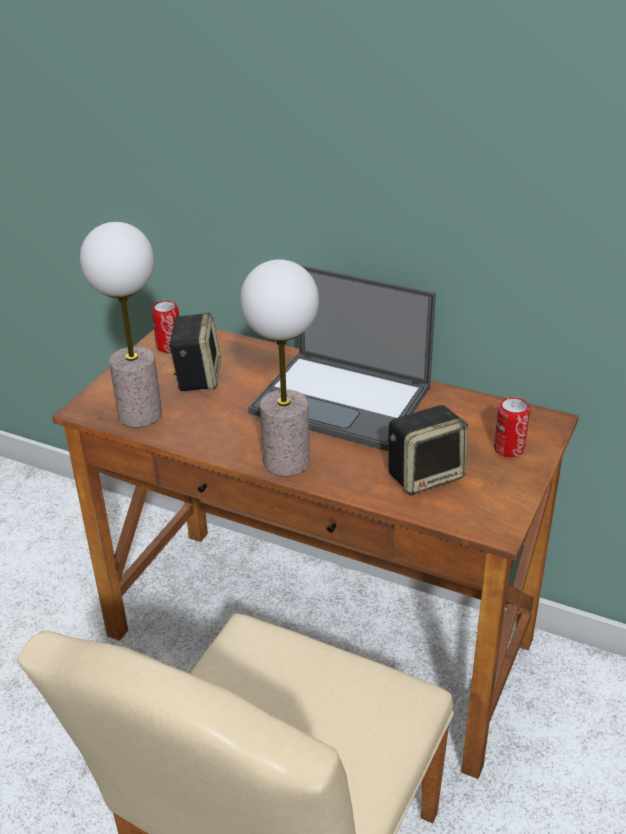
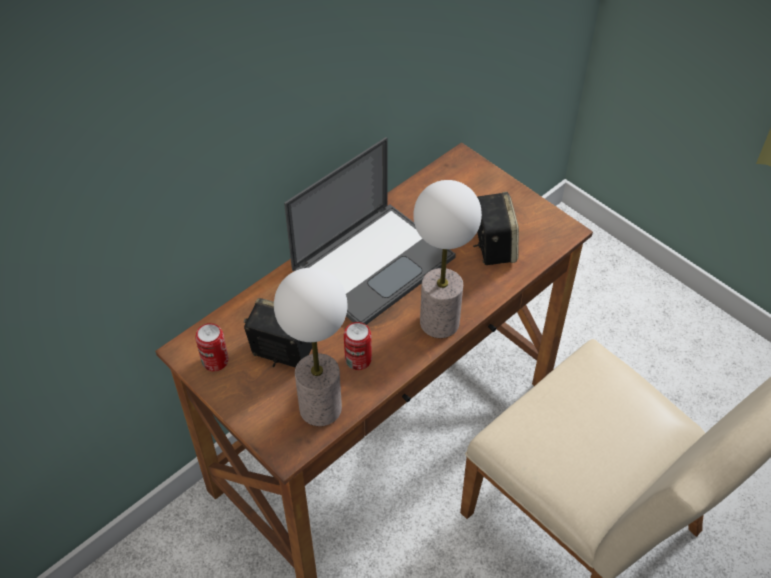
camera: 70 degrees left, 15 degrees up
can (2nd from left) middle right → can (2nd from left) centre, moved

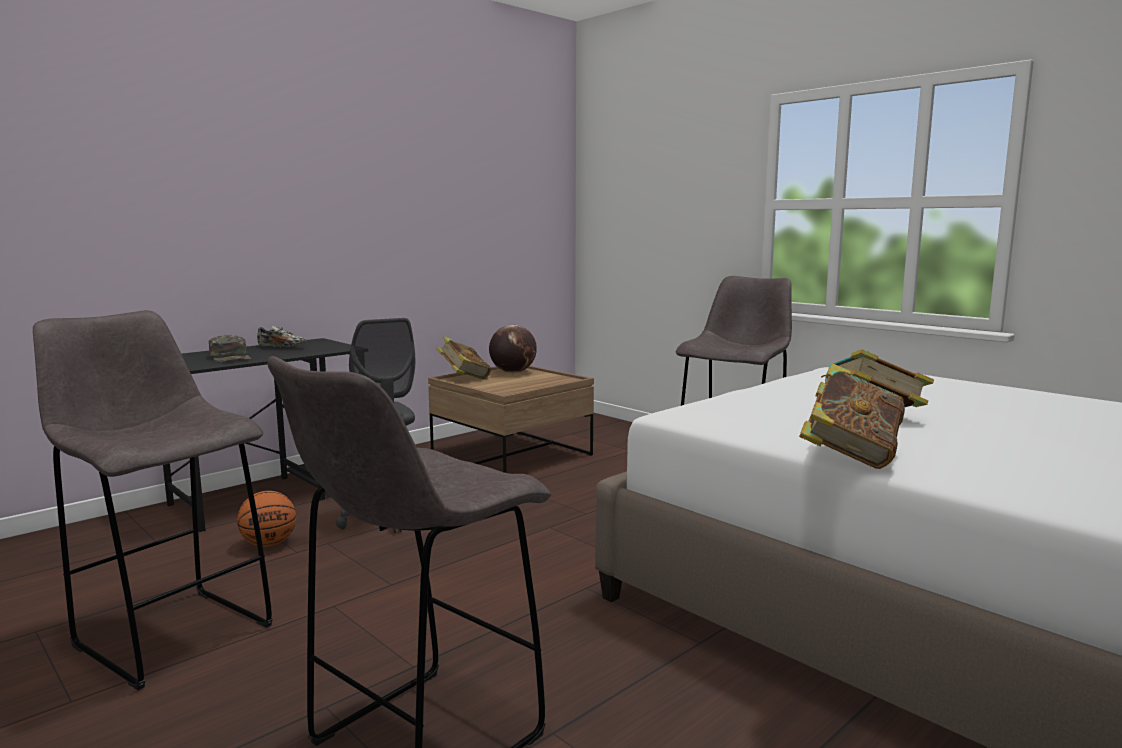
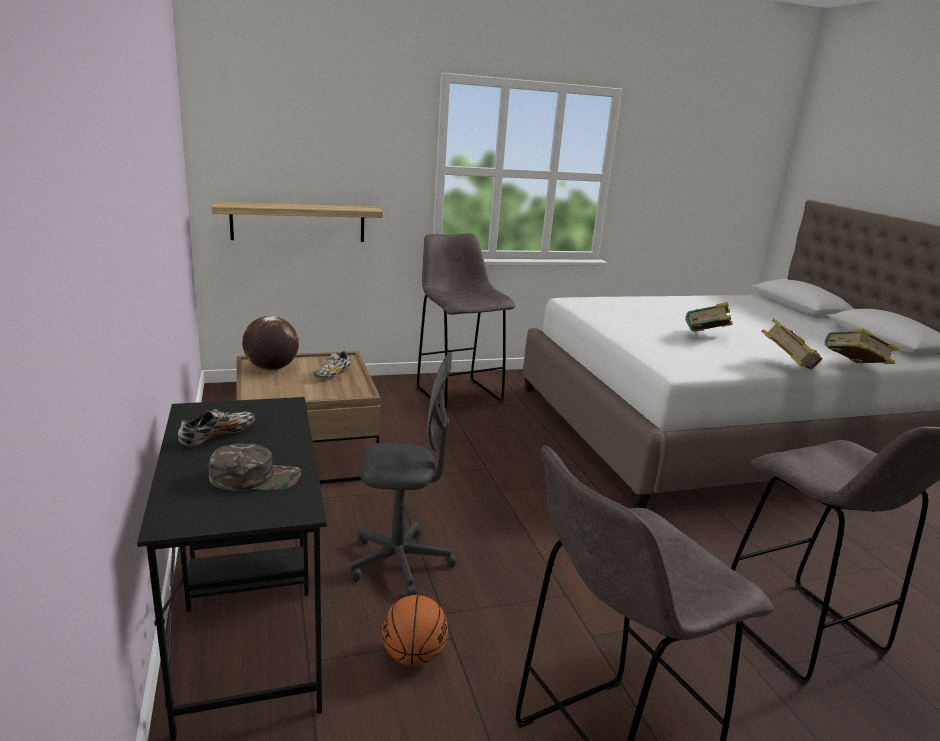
camera: 65 degrees left, 10 degrees up
book (1st from left in the first image) centre → book (3rd from left) middle right, moved
- → shelf top left
- → shoe (2nd from left) centre

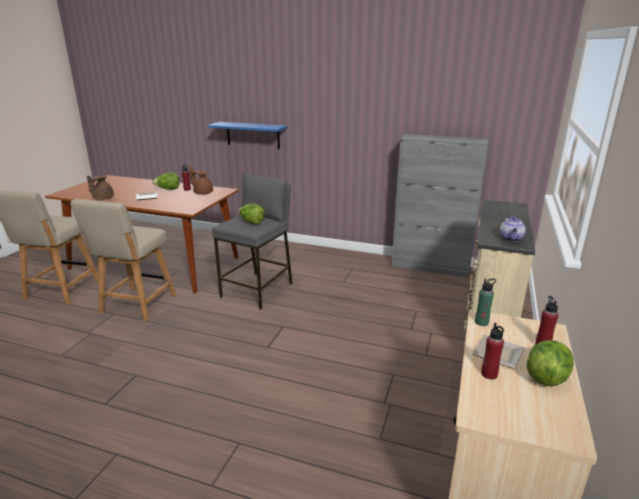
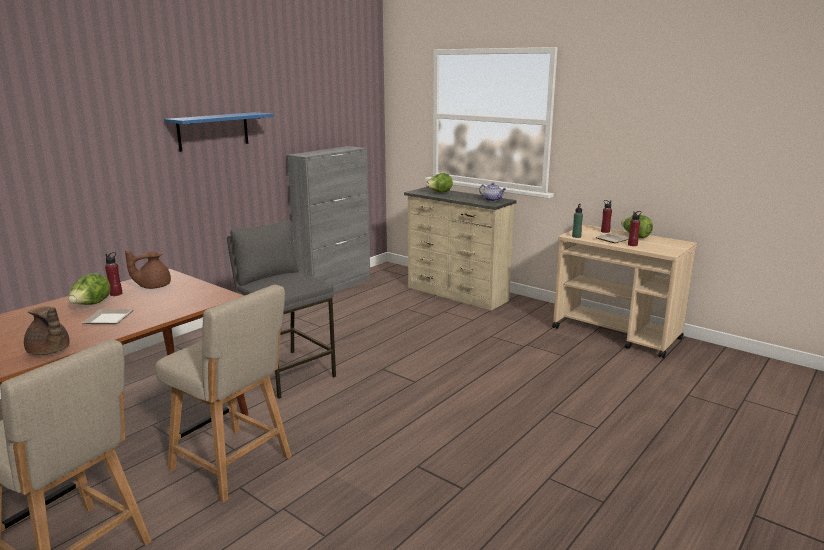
camera: 70 degrees left, 5 degrees down
shelf (blue) top centre → shelf (blue) top left, moved
lettuce (2nd from left) centre → lettuce (2nd from left) top centre, moved

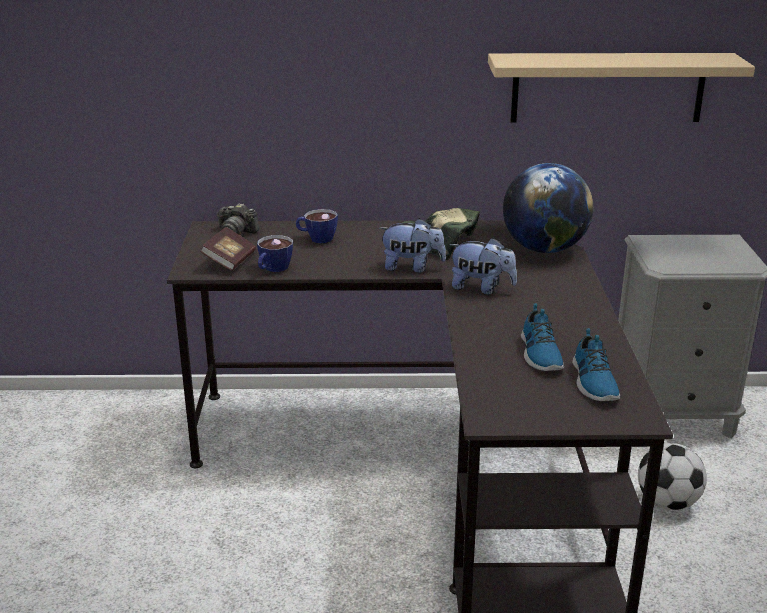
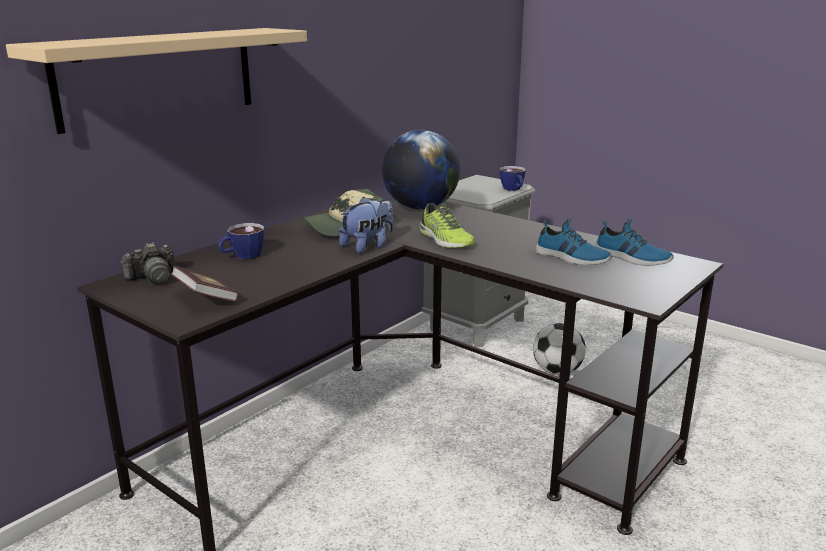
camera: 50 degrees left, 5 degrees down
shelf (beige) top right → shelf (beige) top left, moved
cup (1st from left in the first image) centre → cup (2nd from left) top centre, moved
plush toy (2nd from left) centre → shoe (1st from left) centre

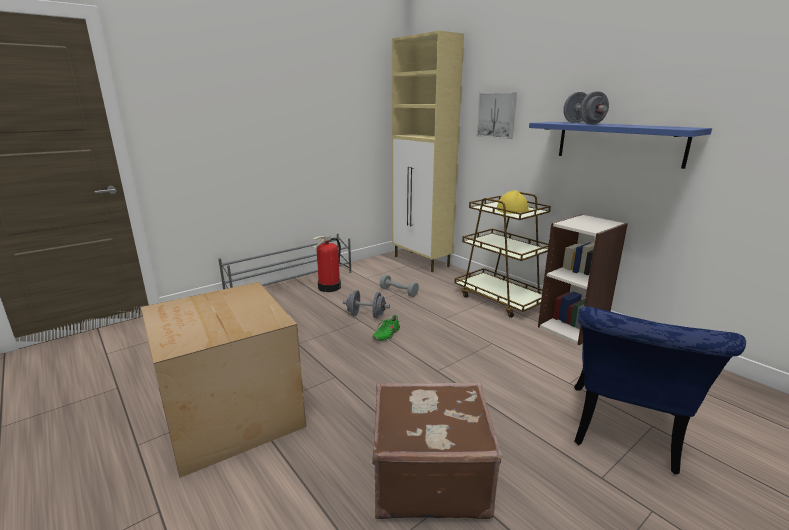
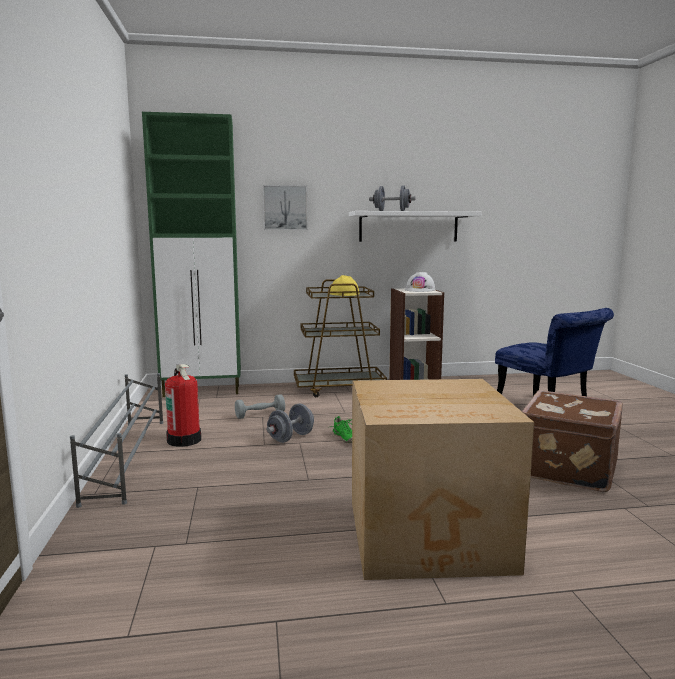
camera: 60 degrees left, 10 degrees down
cabinet (beige) top centre → cabinet (green) middle left
shelf (blue) top right → shelf (white) top centre
- → hard hat (white) centre

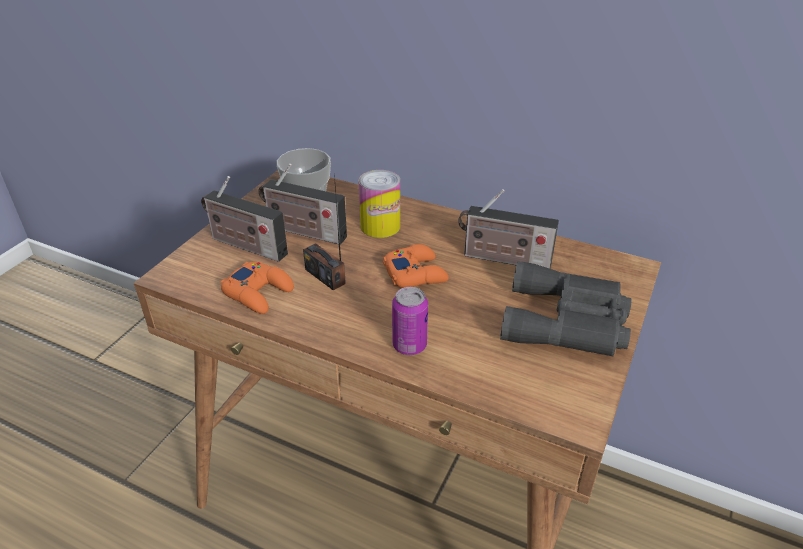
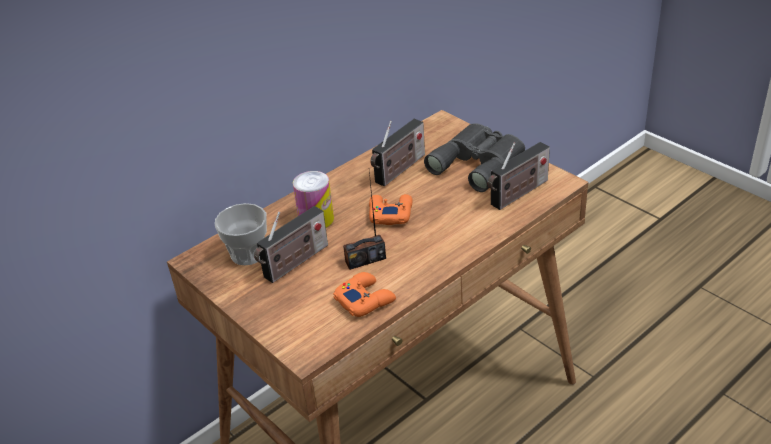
camera: 65 degrees left, 0 degrees up
radio (1st from left in the first image) middle left → radio (4th from left) middle right, moved
can (2nd from left) centre → -

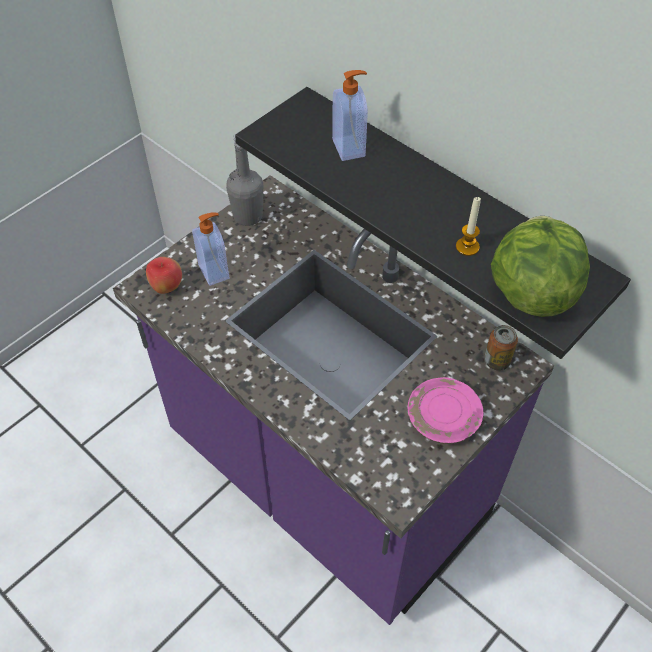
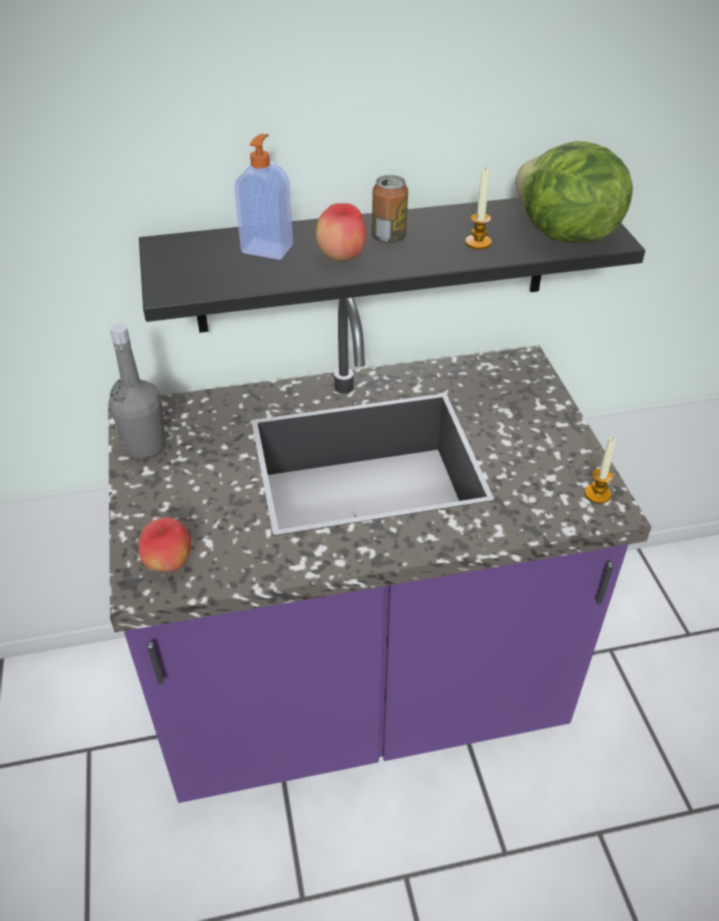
camera: 55 degrees left, 10 degrees down
soap dispenser (1st from left) middle left → -
can middle right → can top centre, moved
plate (pink) middle right → -
- → apple (2nd from left) top centre
- → candle (2nd from left) middle right

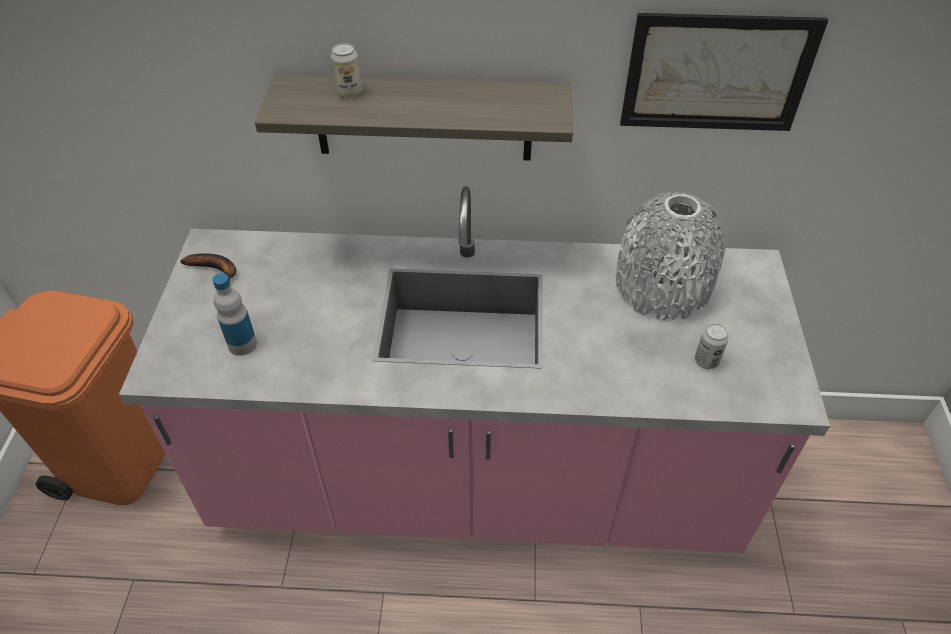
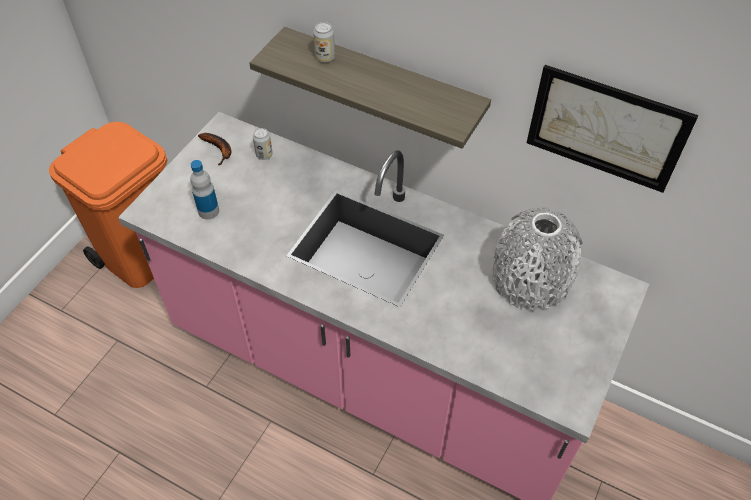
camera: 25 degrees right, 5 degrees up
can (2nd from left in the first image) middle right → can (1st from left) top centre, moved

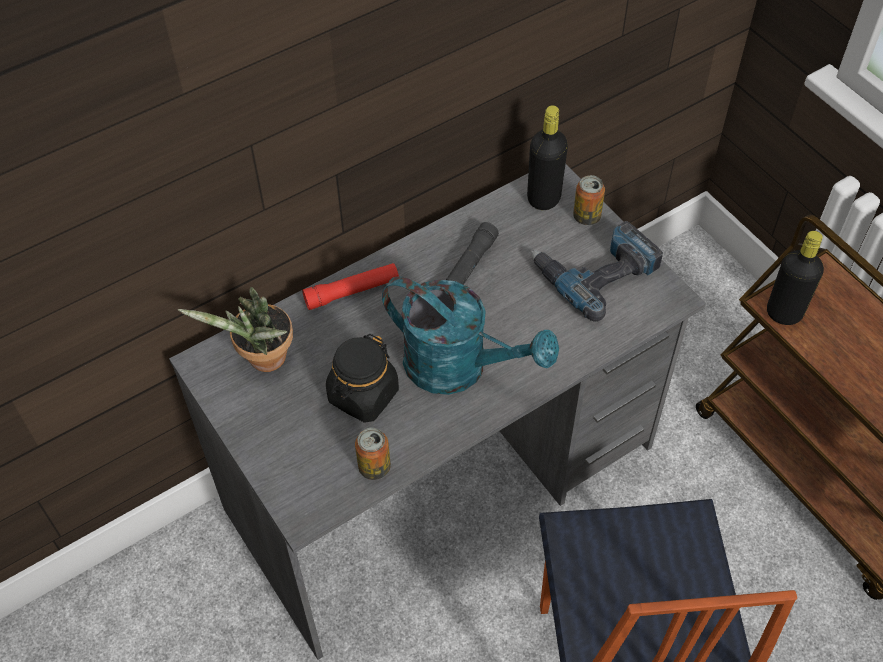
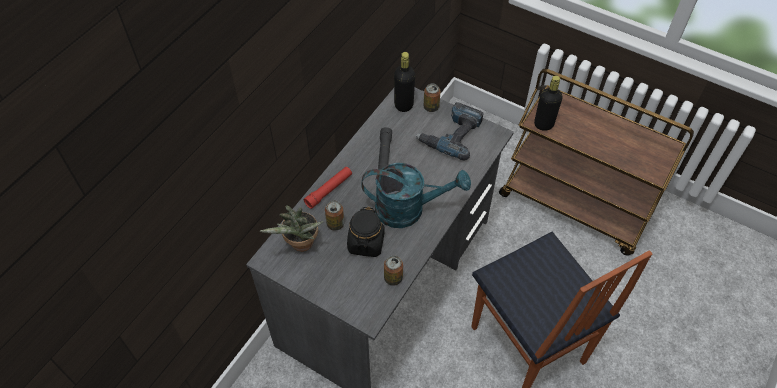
camera: 25 degrees left, 0 degrees up
- → can (1st from left) centre

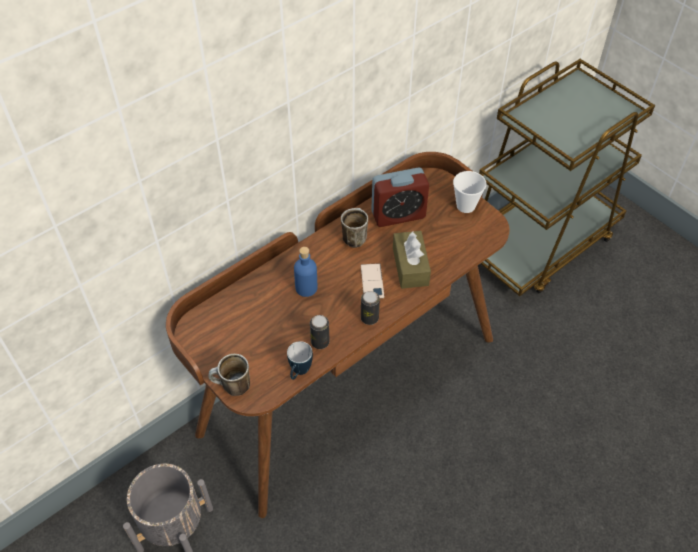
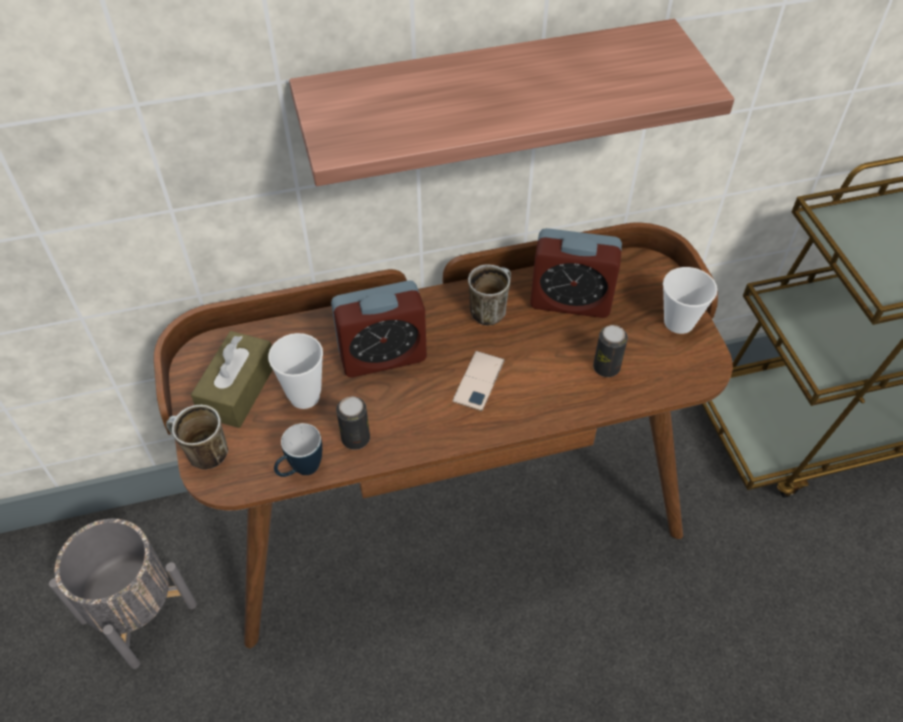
camera: 25 degrees right, 0 degrees up
tissue box (brown) centre → tissue box (brown) middle left, moved
bottle (blue) centre → alarm clock (1st from left) centre
can (2nd from left) centre → can (2nd from left) middle right, moved
- → shelf top centre
- → cup (1st from left) middle left

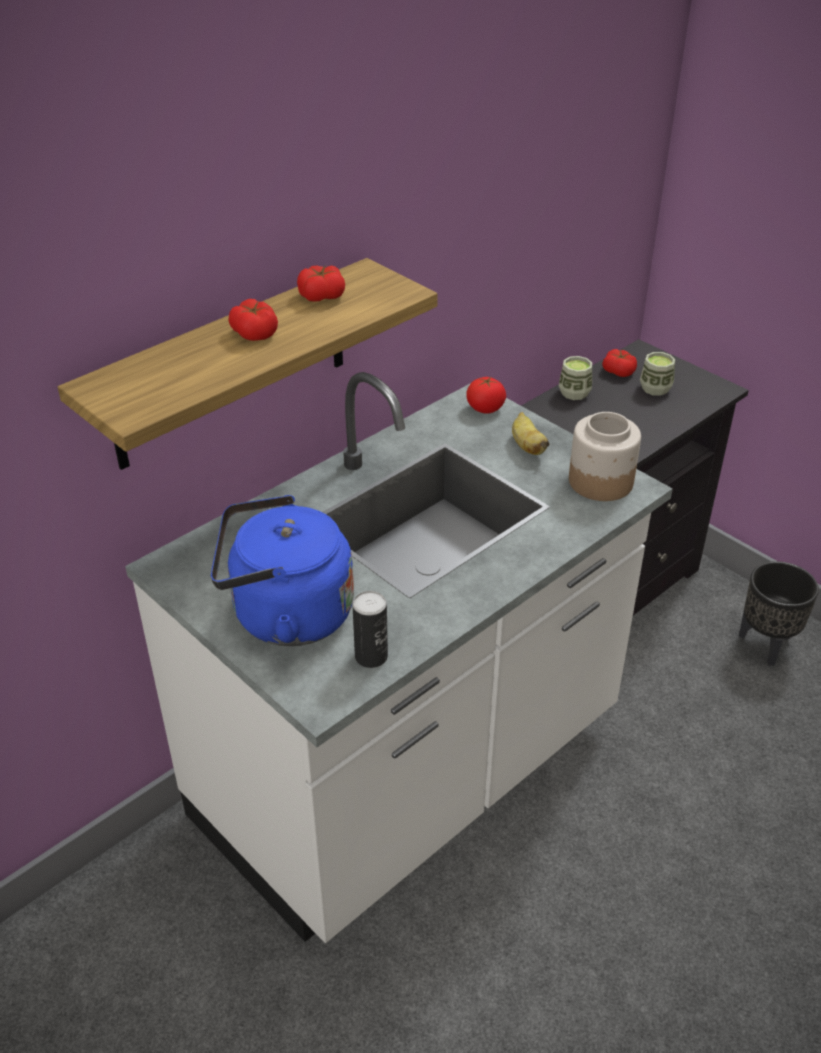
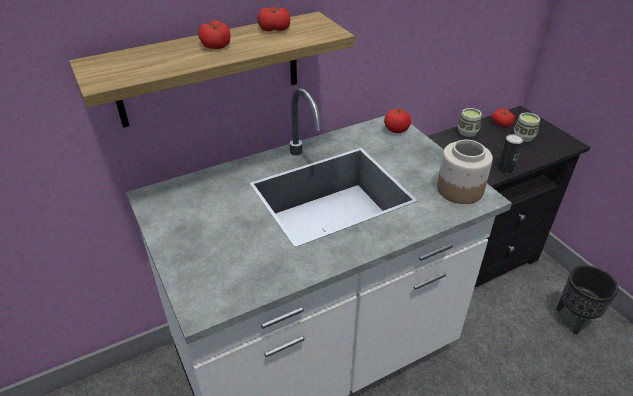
camera: 15 degrees right, 0 degrees up
banana centre → -
kettle (blue) centre → -
can centre → can middle right, moved

